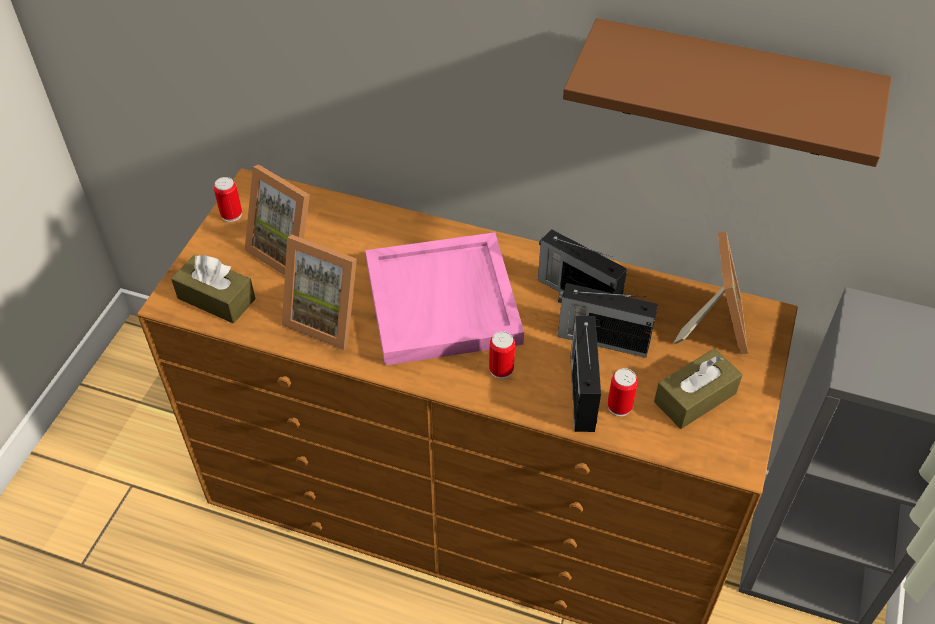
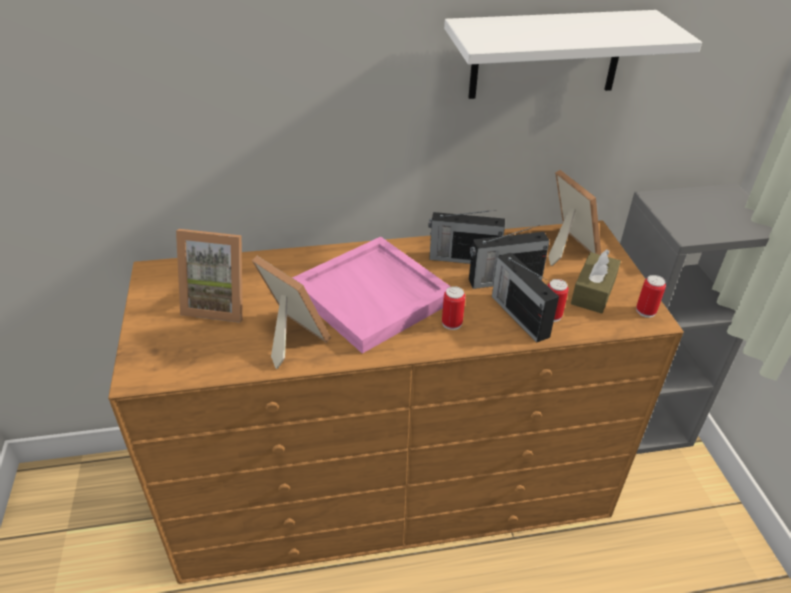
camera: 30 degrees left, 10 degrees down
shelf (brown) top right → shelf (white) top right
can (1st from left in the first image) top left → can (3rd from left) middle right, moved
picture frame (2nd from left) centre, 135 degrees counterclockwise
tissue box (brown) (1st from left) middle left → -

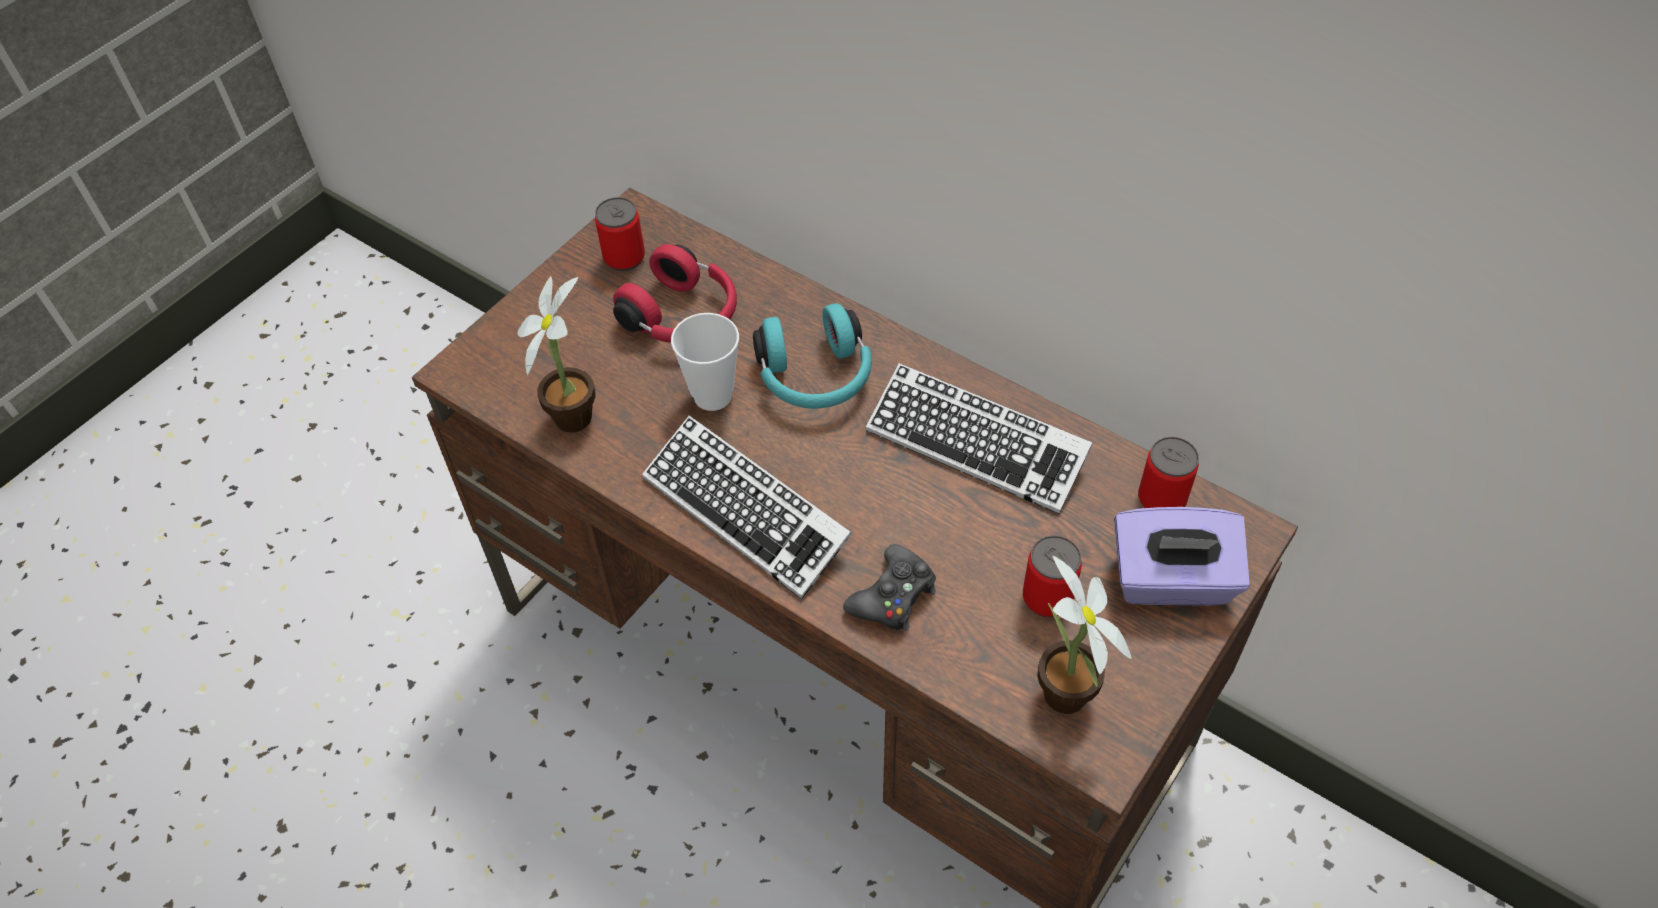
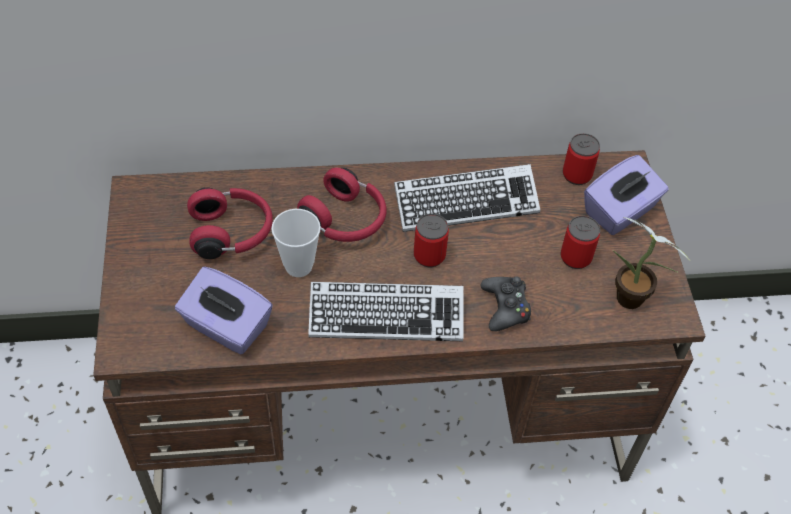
camera: 45 degrees left, 0 degrees up
can (1st from left) top centre → can (1st from left) centre, moved
potted plant (1st from left) centre → tissue box (purple) (1st from left) middle left
headphones (turquoise) centre → headphones (red) (2nd from left) centre

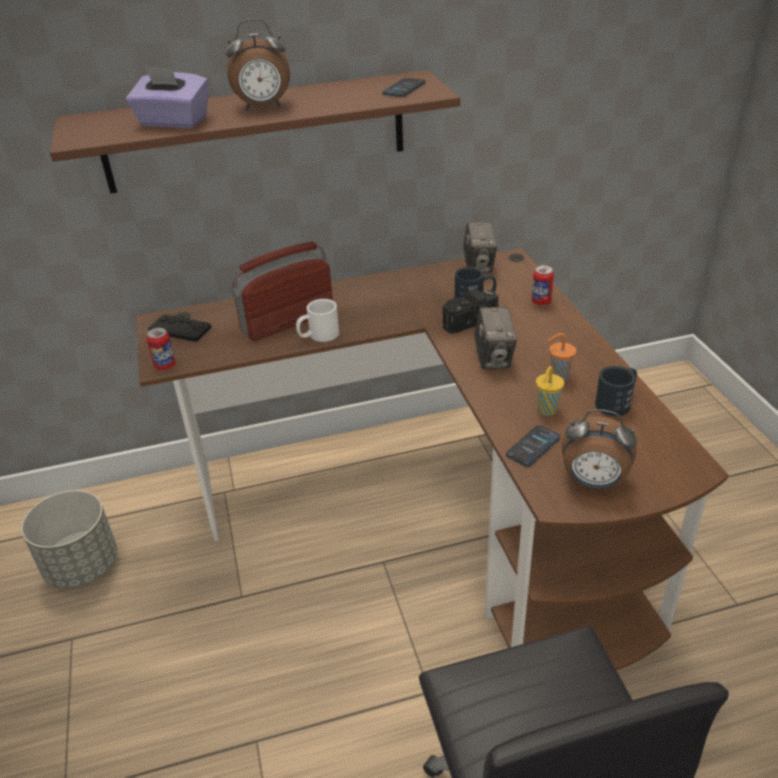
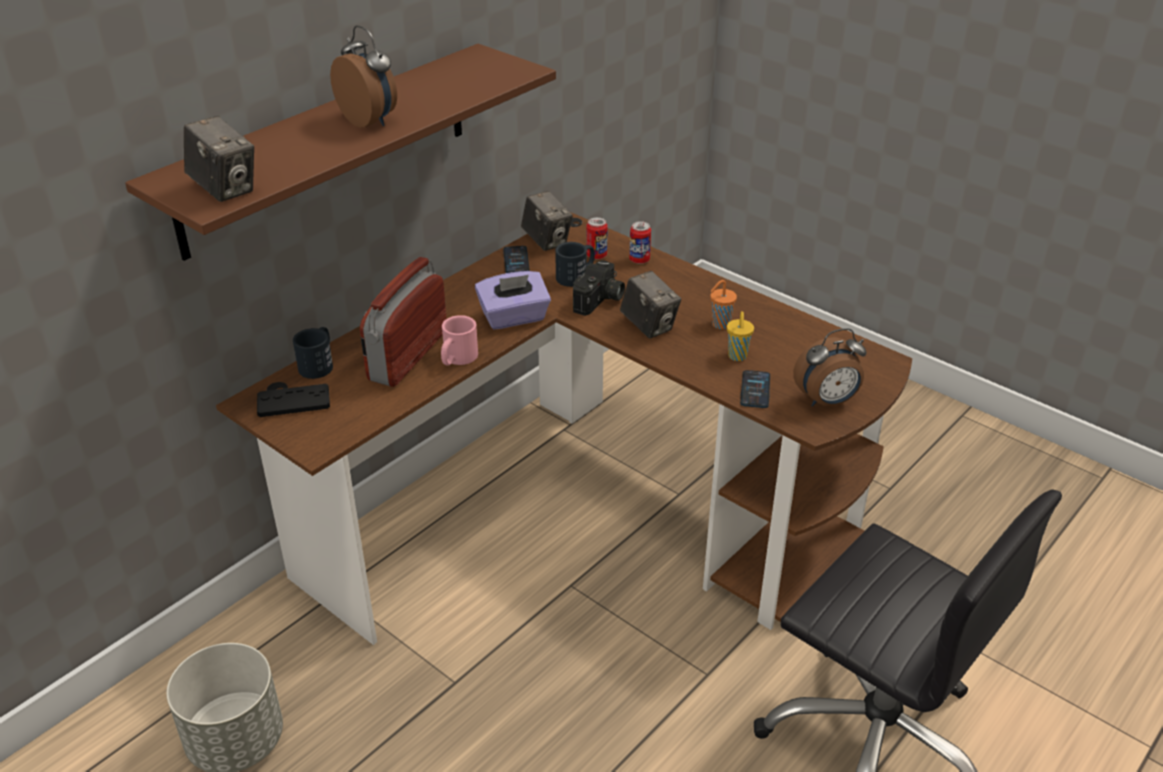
camera: 35 degrees left, 0 degrees up
alarm clock (1st from left) top left, 90 degrees counterclockwise
tissue box (purple) top left → tissue box (purple) centre, moved
phone (1st from left) top centre → phone (1st from left) centre, moved
mug (white) centre → mug (pink) centre
can (1st from left) middle left → can (1st from left) top centre, moved
mug (black) (2nd from left in the first image) middle right → mug (black) (1st from left) middle left, moved
- → photo camera (1st from left) top left

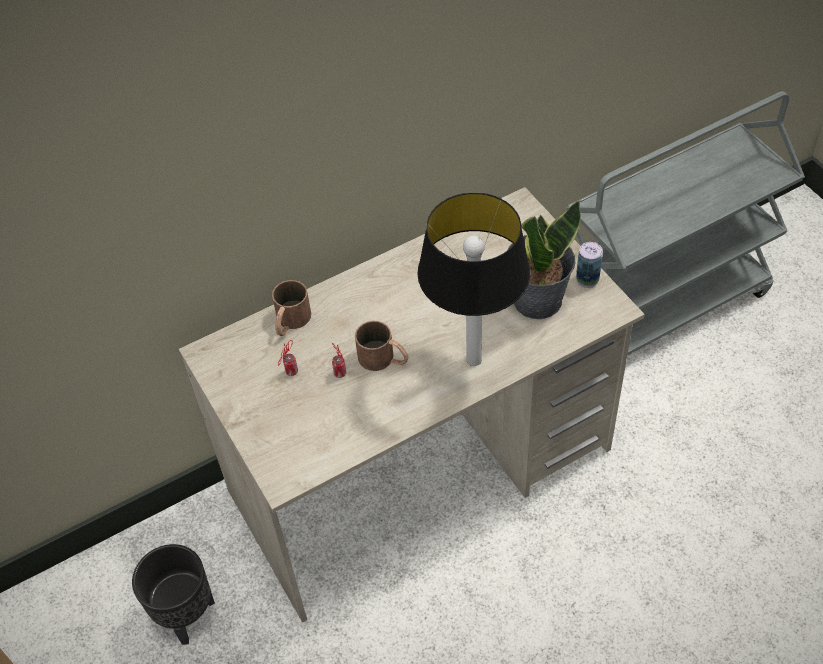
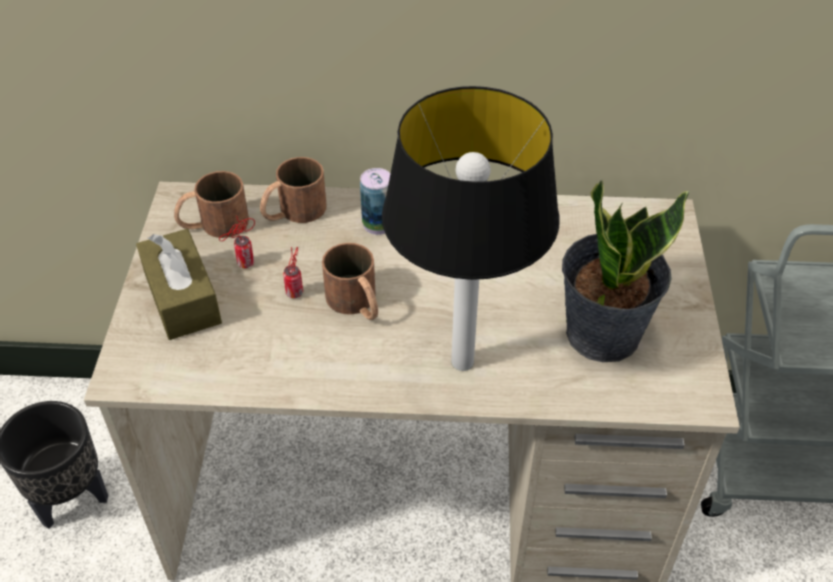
camera: 30 degrees right, 5 degrees down
can (3rd from left) middle right → can (3rd from left) centre, moved
- → mug (brown) (1st from left) middle left
- → tissue box (brown) middle left

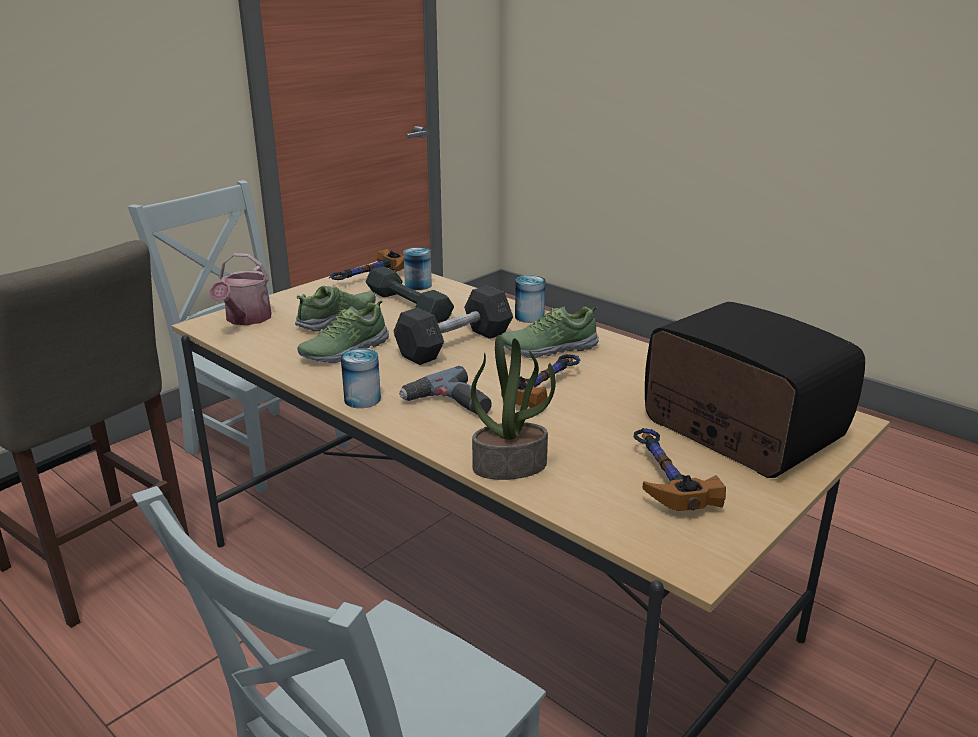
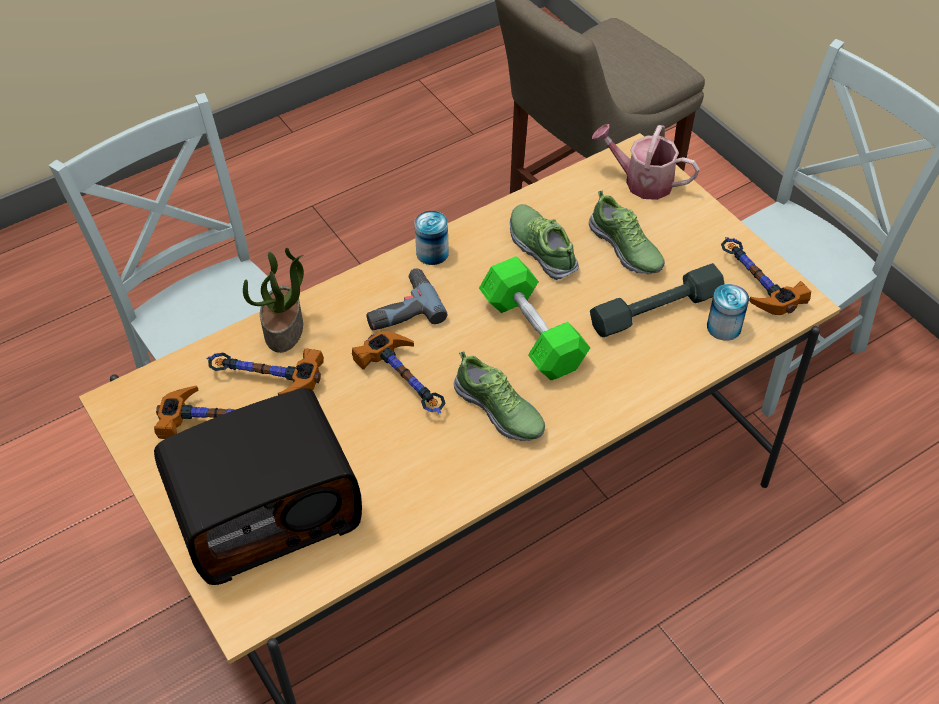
camera: 105 degrees right, 25 degrees up
can (3rd from left) centre → -
dumbbell (grey) (2nd from left) centre → dumbbell (green) centre
shoe (3rd from left in the first image) centre → shoe (1st from left) centre, 135 degrees clockwise
- → hammer (2nd from left) middle left

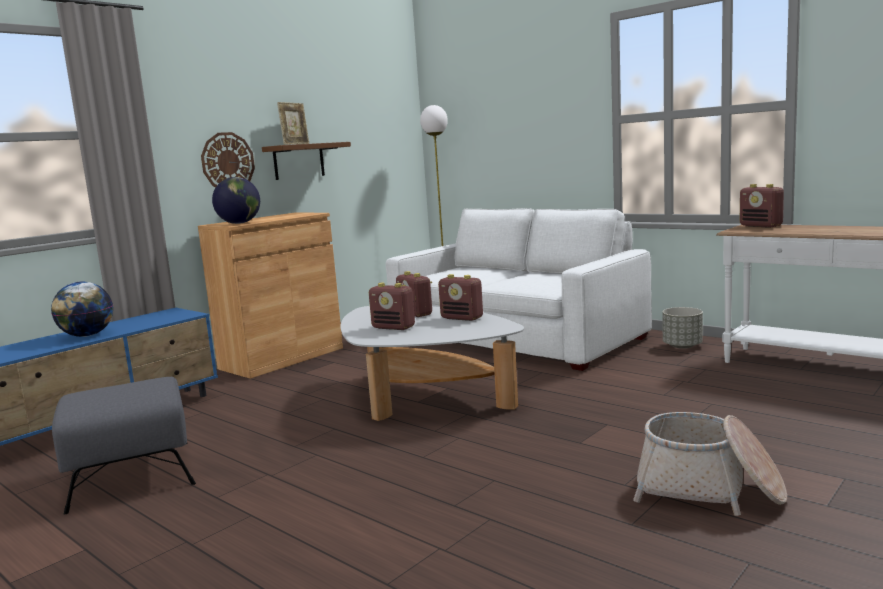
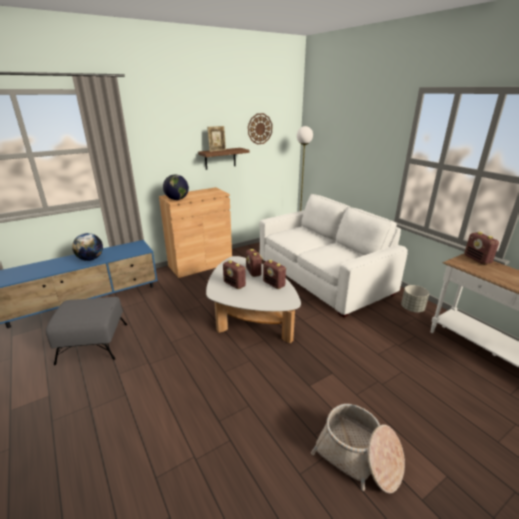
camera: 15 degrees right, 15 degrees up
wall clock top left → wall clock top centre, moved

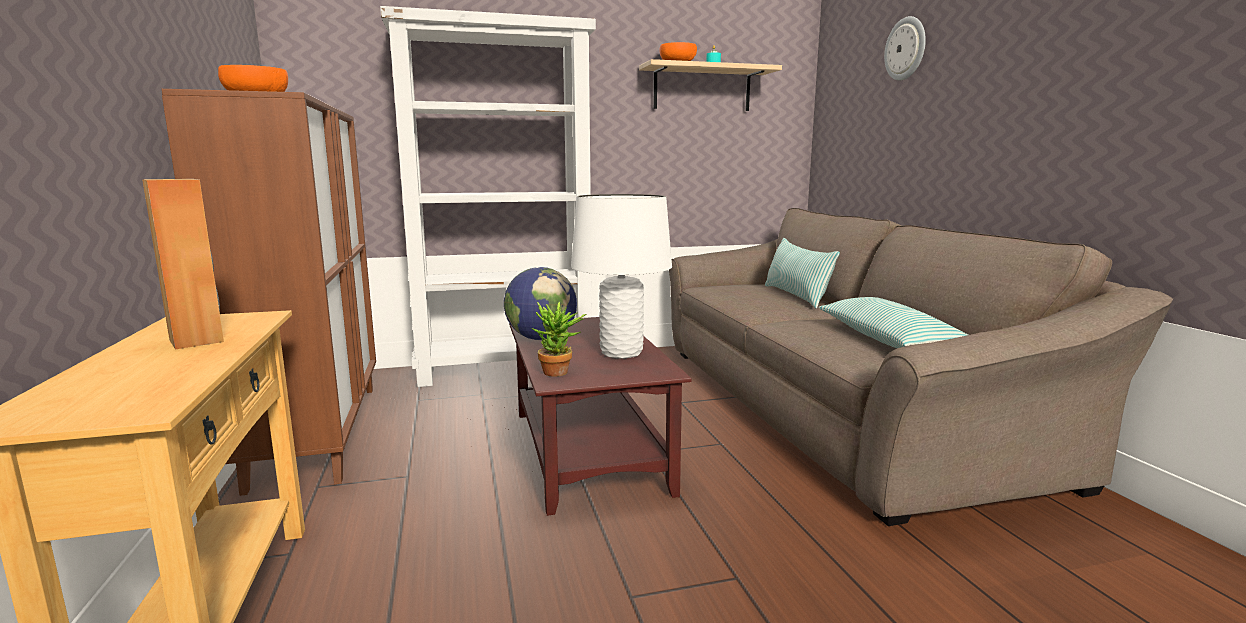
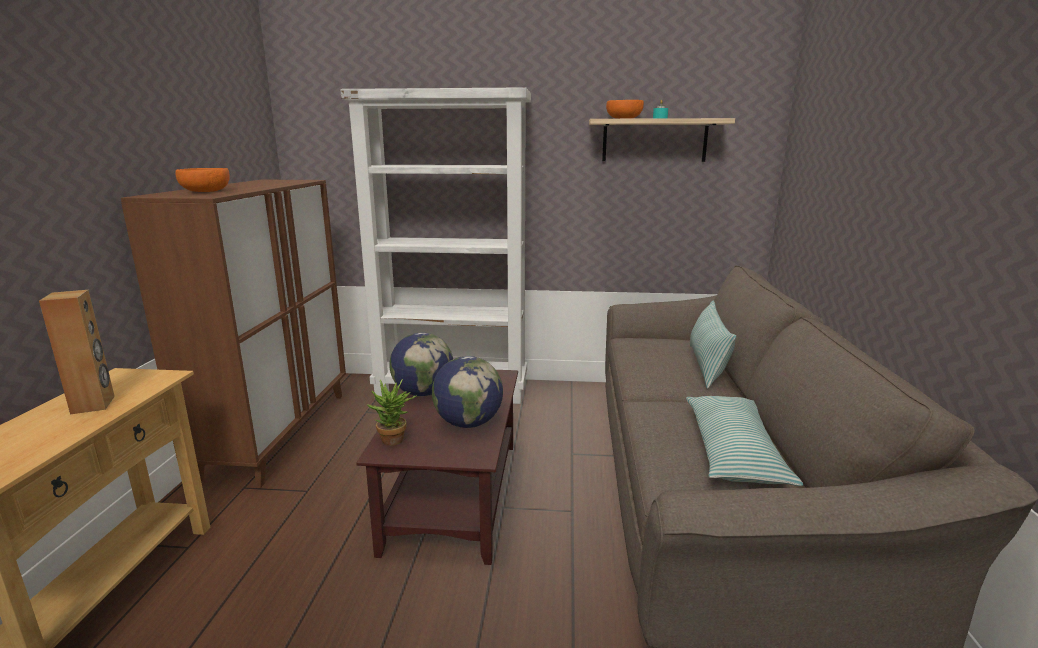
camera: 20 degrees right, 5 degrees up
wall clock top right → -
table lamp (white) centre → globe (2nd from left) centre

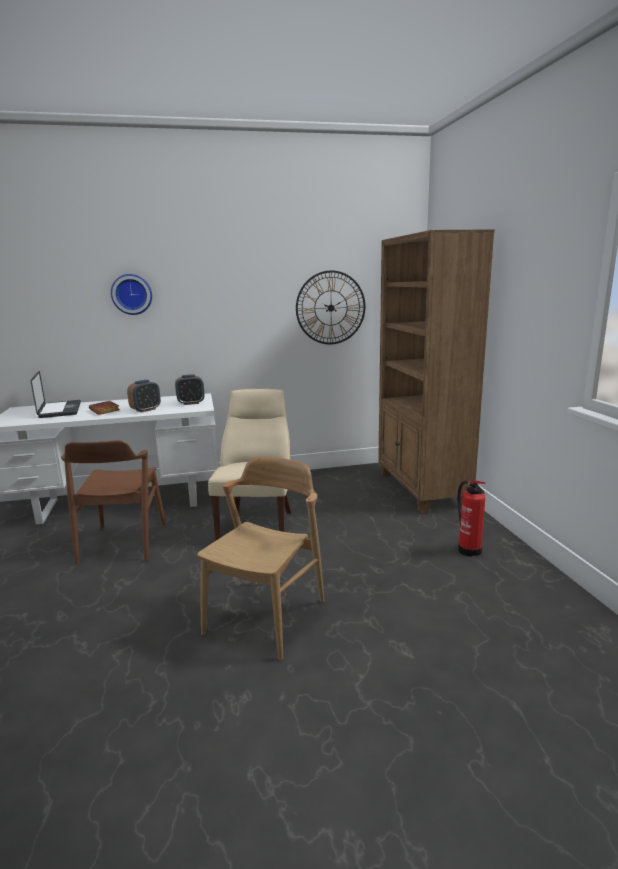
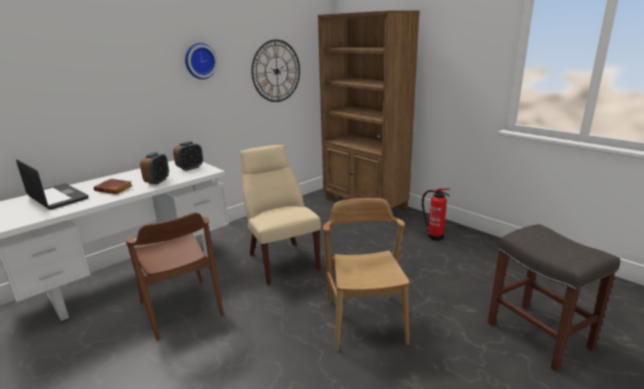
camera: 30 degrees left, 5 degrees up
wall clock (1st from left) middle left → wall clock (1st from left) top left, moved
- → stool (grey) bottom right

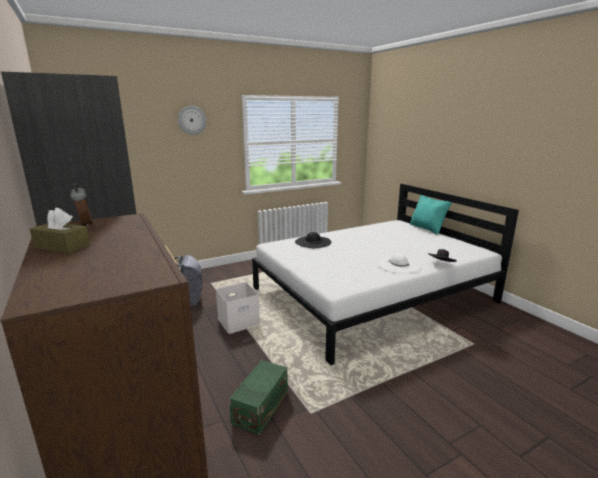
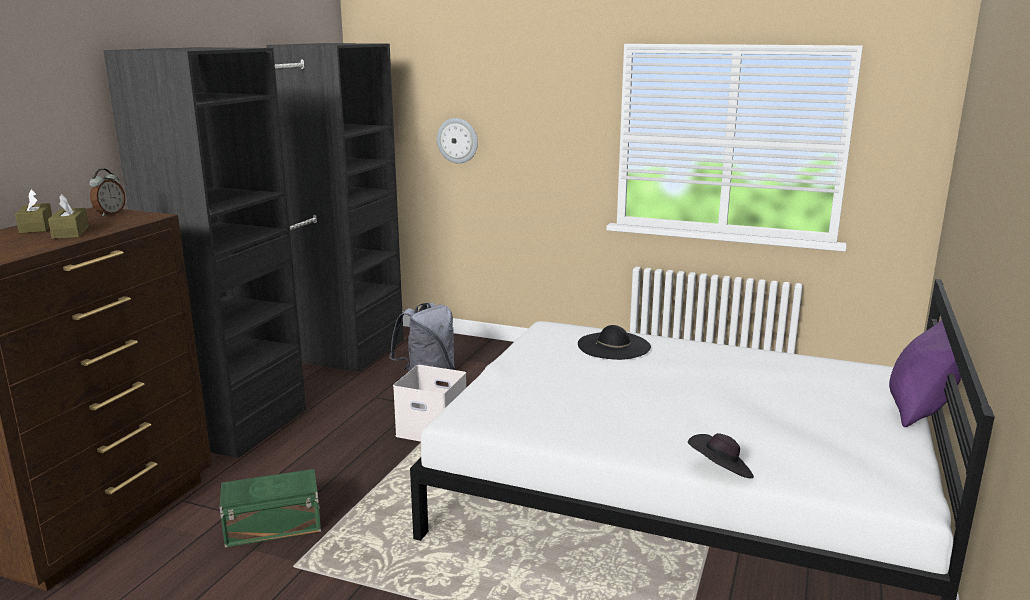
camera: 50 degrees right, 0 degrees up
wall clock top left → wall clock top centre, moved
pillow (turquoise) middle right → pillow (purple) middle right
hat (white) middle right → -
- → tissue box (brown) (2nd from left) middle left

